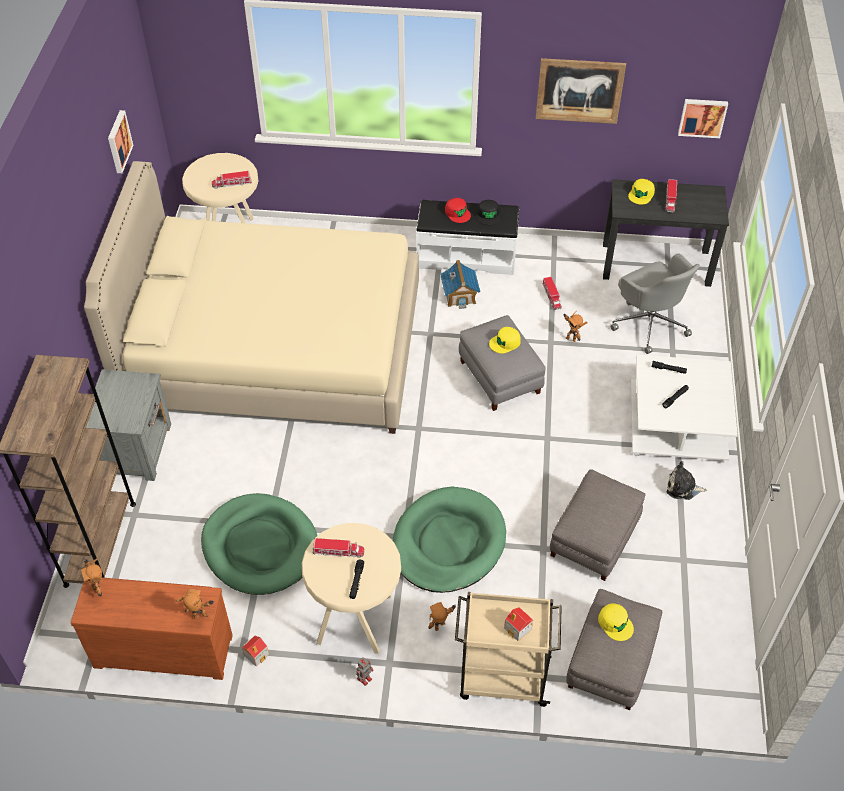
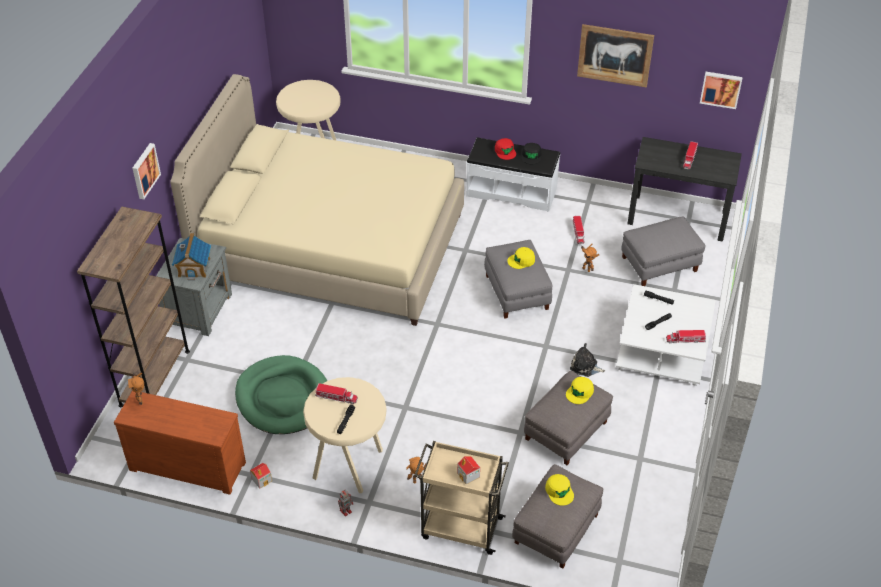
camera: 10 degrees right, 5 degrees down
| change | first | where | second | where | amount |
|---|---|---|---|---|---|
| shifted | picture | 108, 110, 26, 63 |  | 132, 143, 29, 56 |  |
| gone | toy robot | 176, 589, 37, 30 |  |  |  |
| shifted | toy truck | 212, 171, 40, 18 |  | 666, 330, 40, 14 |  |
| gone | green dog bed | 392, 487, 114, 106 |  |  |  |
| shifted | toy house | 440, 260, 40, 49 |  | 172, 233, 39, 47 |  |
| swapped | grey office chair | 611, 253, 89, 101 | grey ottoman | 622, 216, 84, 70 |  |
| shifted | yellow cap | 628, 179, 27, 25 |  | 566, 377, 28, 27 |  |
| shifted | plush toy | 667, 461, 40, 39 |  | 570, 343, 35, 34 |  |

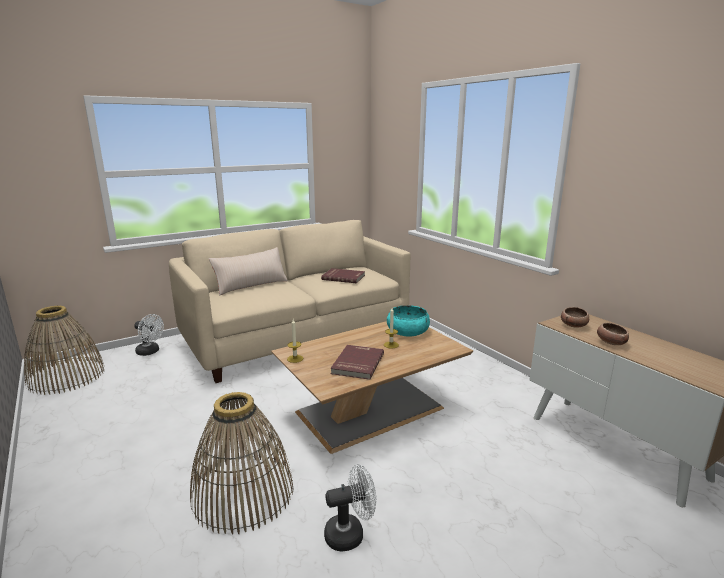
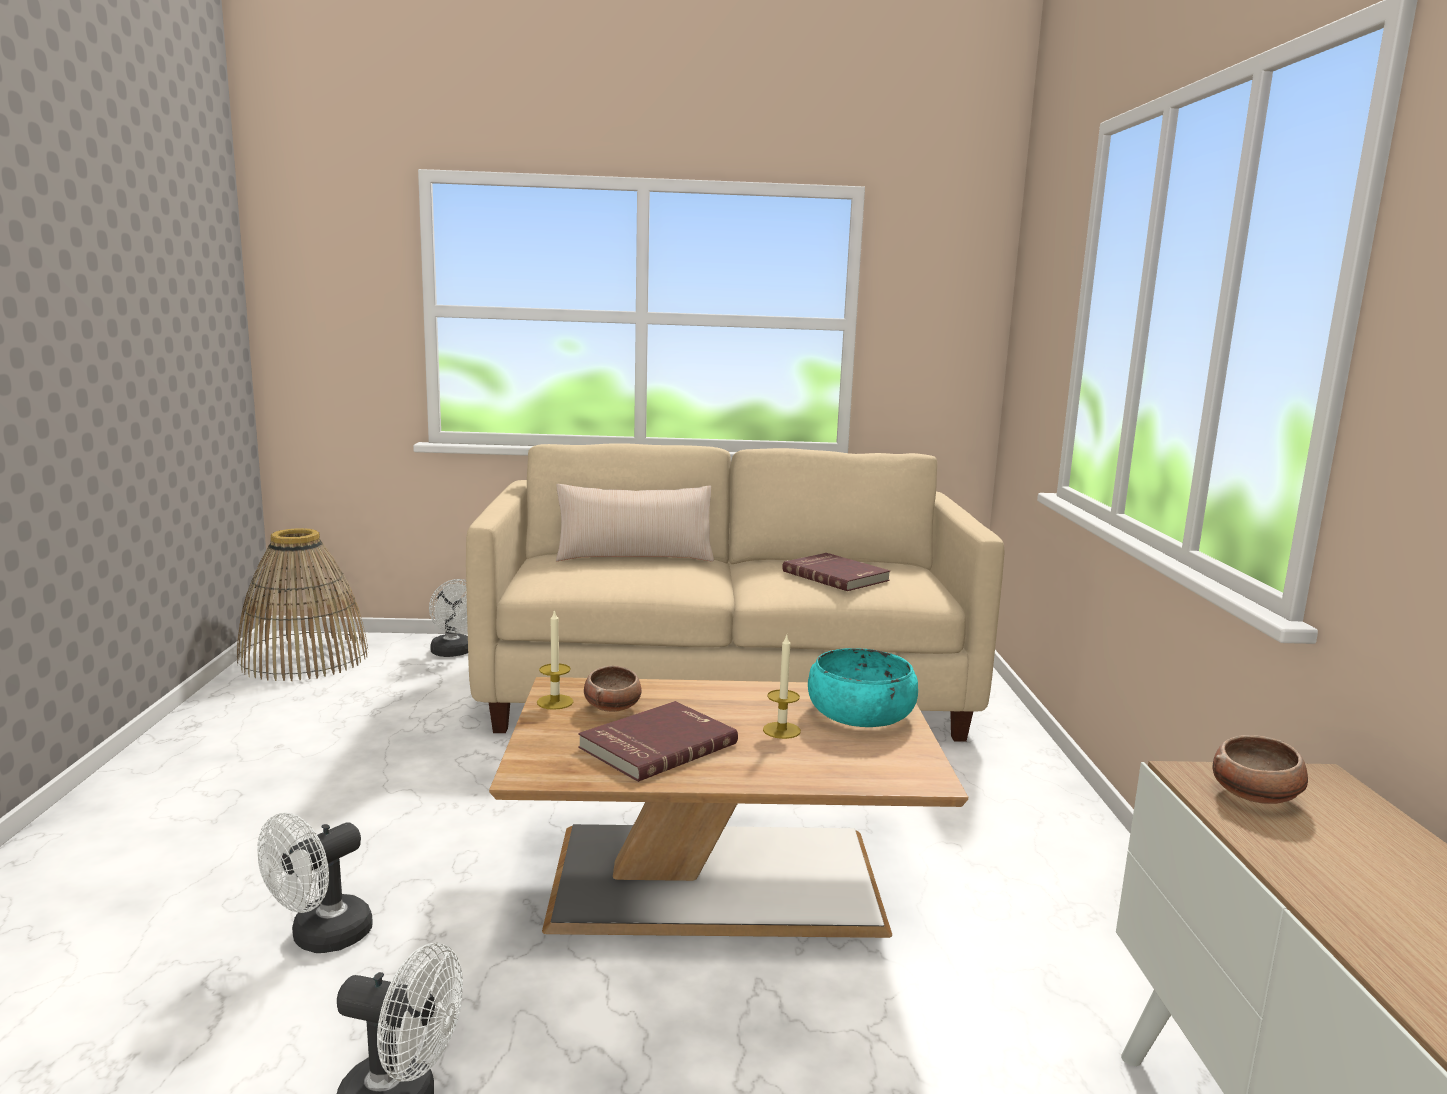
camera: 30 degrees right, 5 degrees down
| change | first | where | second | where | amount |
|---|---|---|---|---|---|
| swapped | basket | 190, 392, 104, 142 | white fan | 257, 813, 116, 140 |  |
| shifted | bowl | 597, 323, 32, 22 |  | 584, 666, 58, 46 |  |

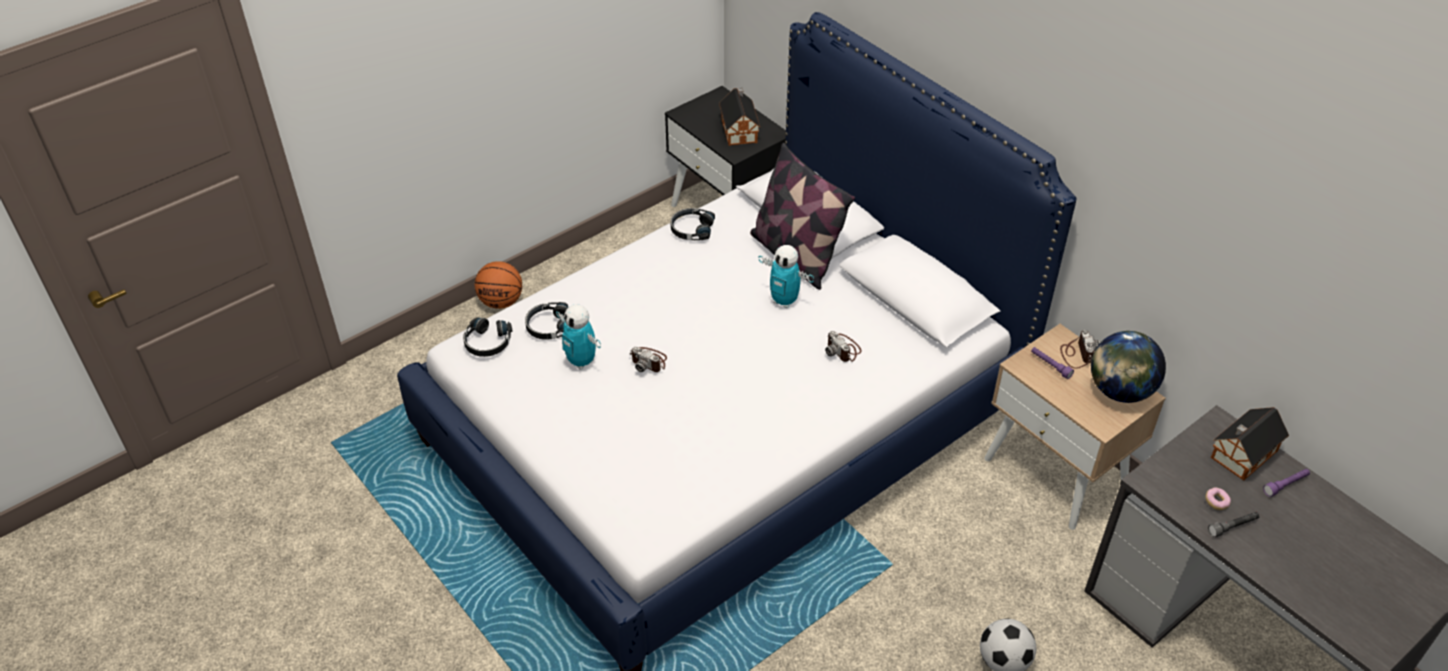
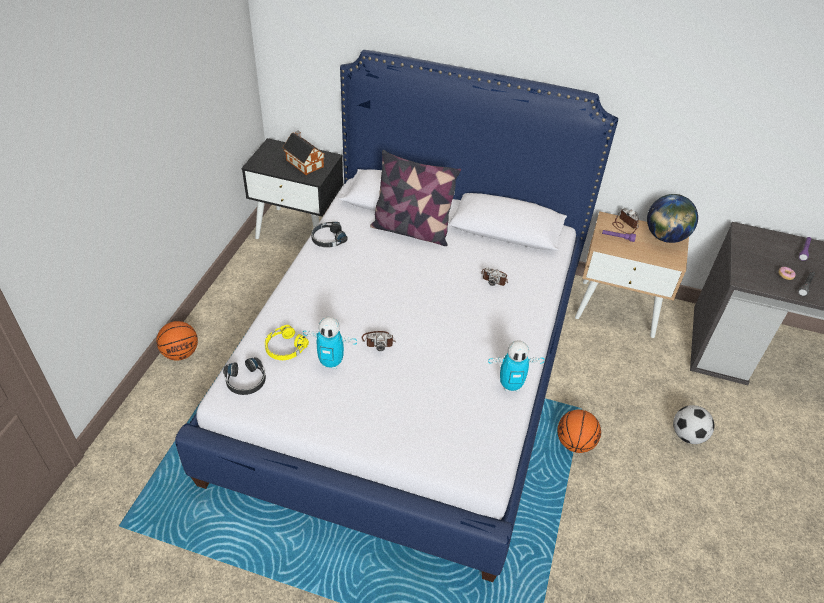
camera: 35 degrees left, 0 degrees up
| change | first | where | second | where | amount |
|---|---|---|---|---|---|
| repainted | black headphones | 525, 302, 43, 38 | yellow headphones | 265, 325, 44, 35 |  |
| shifted | toy robot | 759, 245, 55, 63 |  | 488, 340, 56, 51 |  |
| gone | toy house | 1211, 407, 78, 74 |  |  |  |
| new |  |  | basketball | 557, 410, 44, 43 |  |

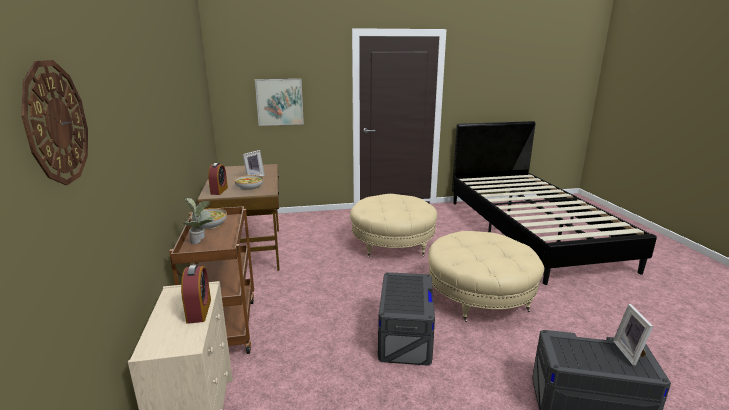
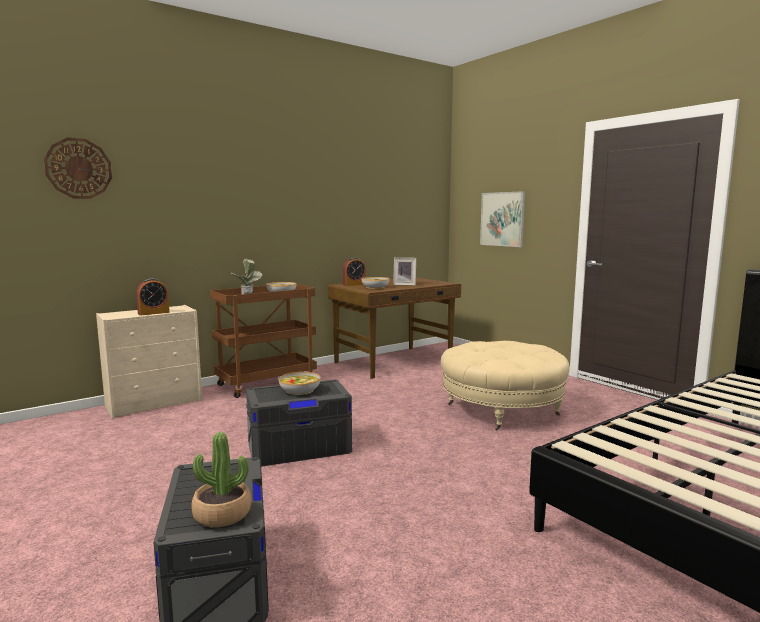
camera: 65 degrees right, 10 degrees down
| change | first | where | second | where | amount |
|---|---|---|---|---|---|
| gone | beige ottoman | 429, 231, 115, 91 |  |  |  |
| swapped | picture frame | 613, 304, 40, 62 | potted plant | 191, 432, 60, 95 |  |
| new |  |  | bowl | 279, 372, 42, 23 |  |

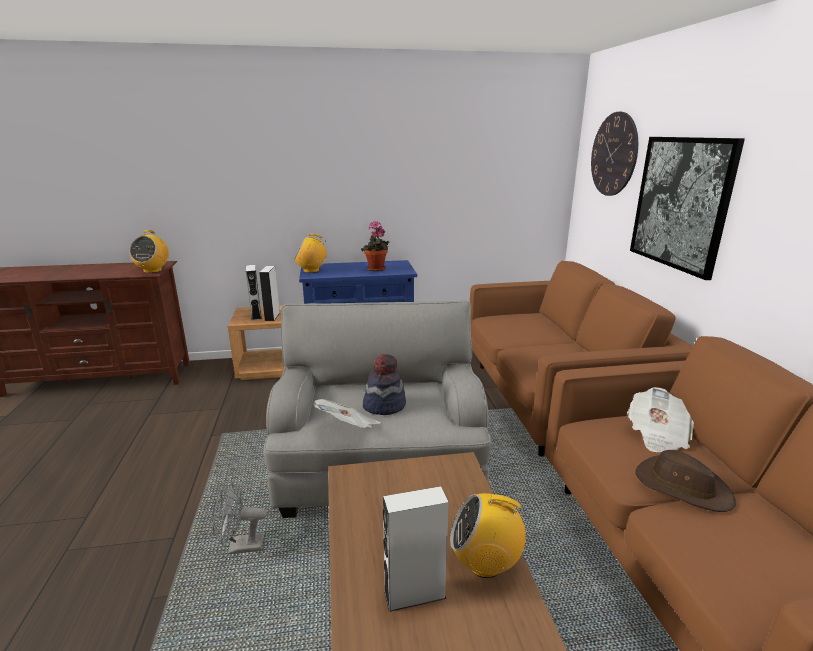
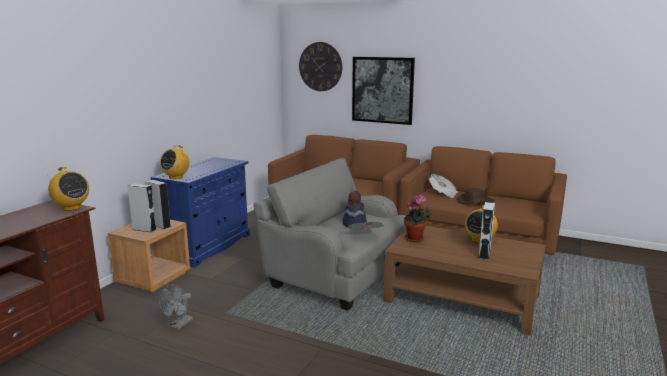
camera: 55 degrees left, 5 degrees down
| change | first | where | second | where | amount |
|---|---|---|---|---|---|
| shifted | grey fan | 211, 483, 56, 71 |  | 159, 284, 34, 46 |  |
| shifted | potted plant | 361, 221, 28, 50 |  | 404, 194, 27, 48 |  |

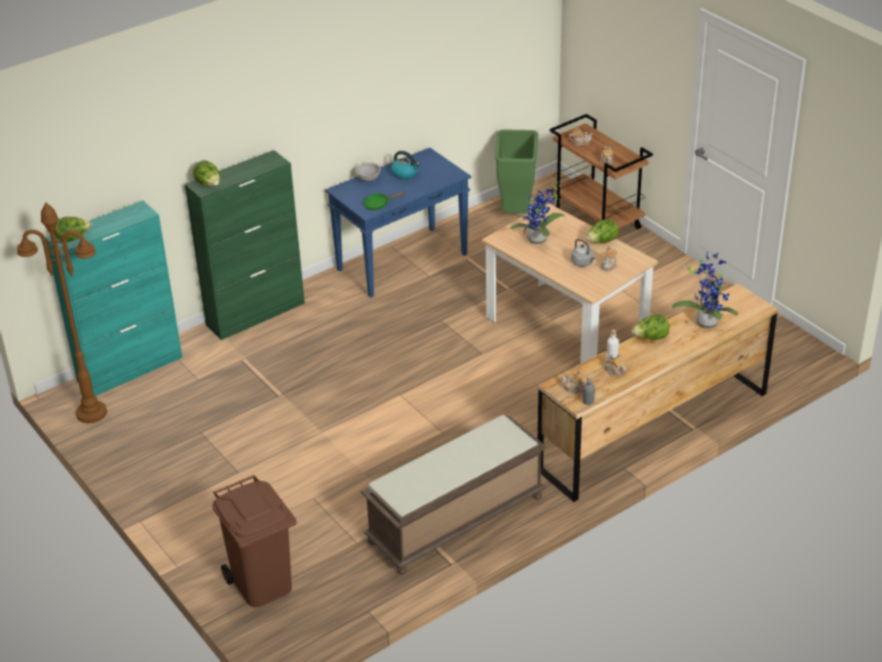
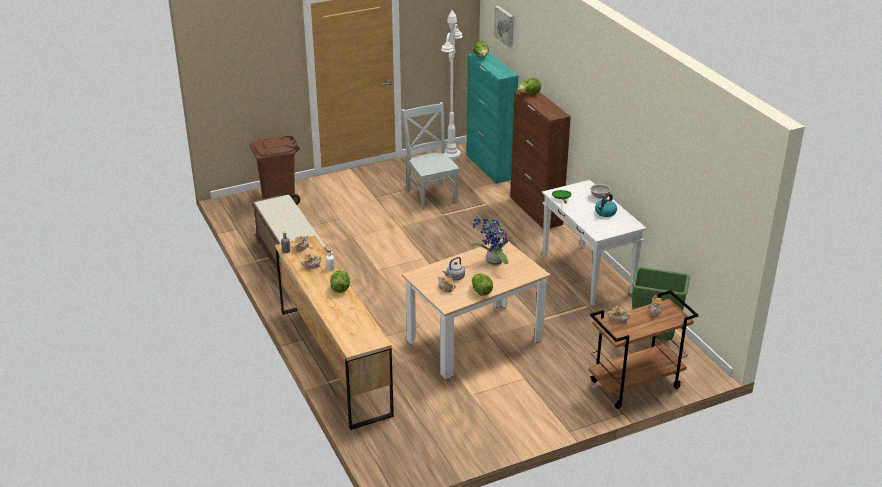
camera: 100 degrees right, 5 degrees down
| change | first | where | second | where | amount |
|---|---|---|---|---|---|
| repainted | brown floor lamp | 17, 203, 90, 220 | white floor lamp | 441, 10, 22, 150 |  |
| repainted | green cabinet | 185, 150, 120, 190 | brown cabinet | 510, 91, 61, 138 |  |
| repainted | blue console table | 325, 148, 146, 150 | white console table | 542, 180, 104, 126 |  |
| gone | potted plant | 672, 252, 66, 77 |  |  |  |
| new |  |  | grey chair | 401, 102, 59, 108 |  |
| new |  |  | picture | 494, 6, 20, 42 |  |

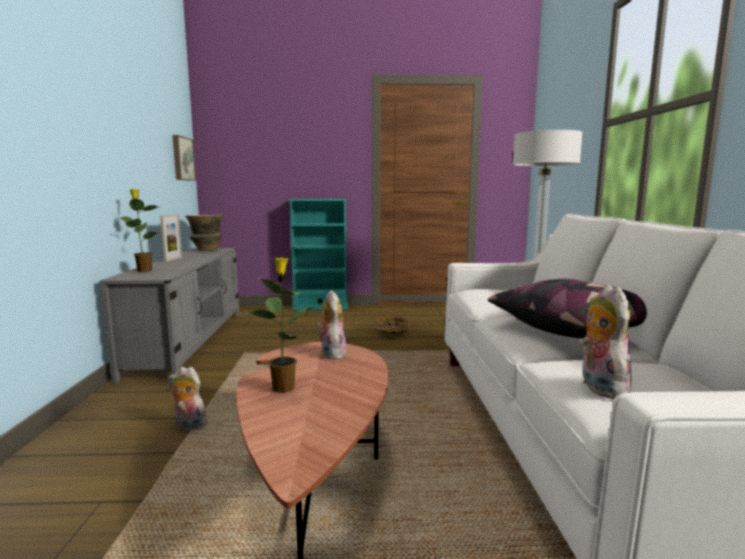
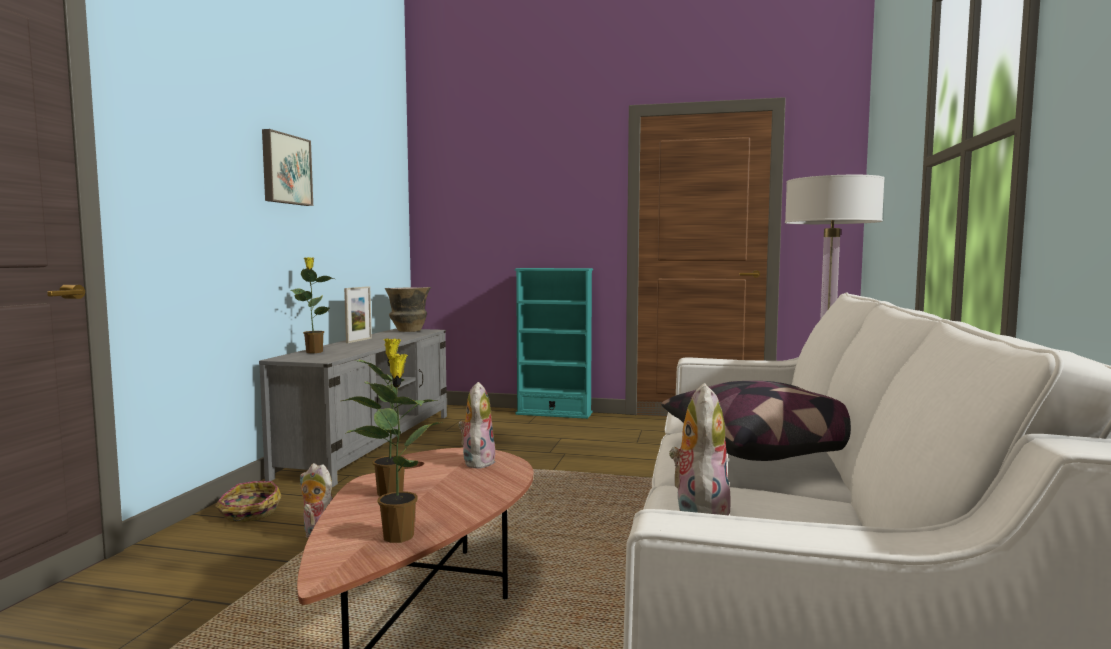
camera: 15 degrees right, 5 degrees down
| change | first | where | second | where | amount |
|---|---|---|---|---|---|
| shifted | picture | 172, 135, 24, 46 |  | 262, 129, 51, 77 |  |
| shifted | basket | 376, 316, 33, 21 |  | 215, 481, 67, 41 |  |
| new |  |  | potted plant | 347, 354, 96, 189 |  |

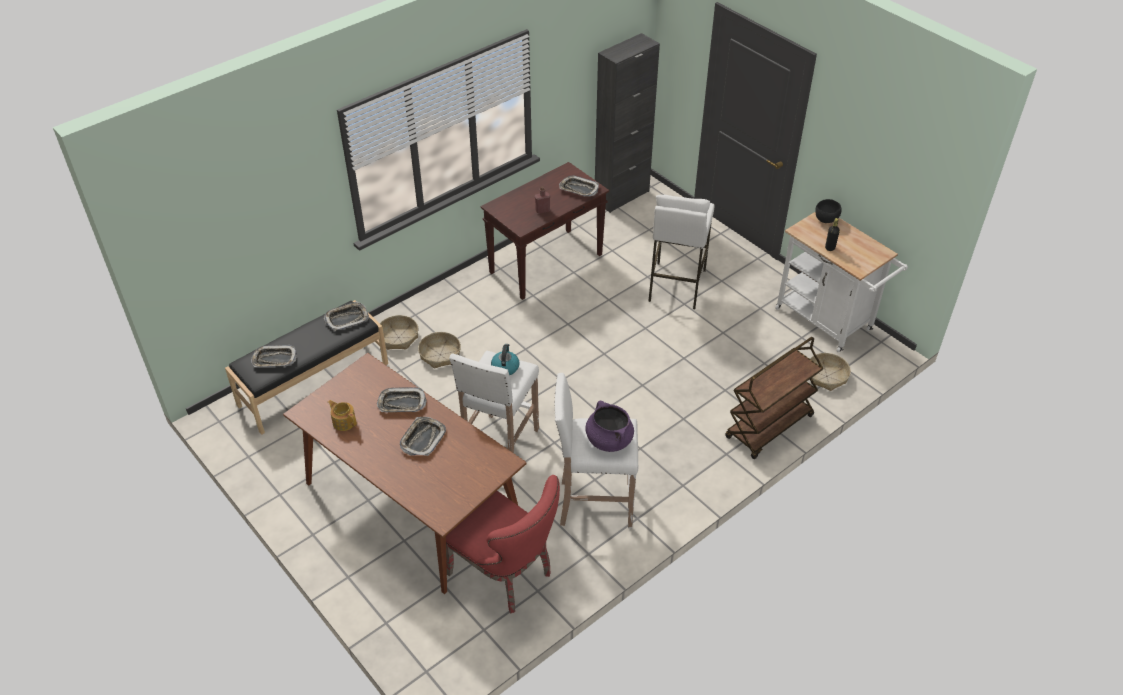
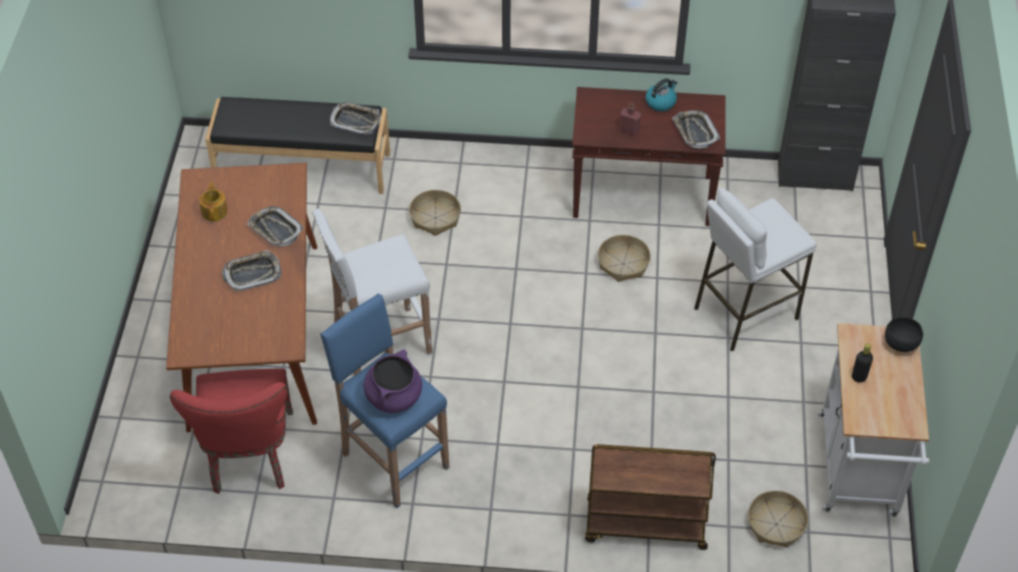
camera: 45 degrees right, 5 degrees up
| change | first | where | second | where | amount |
|---|---|---|---|---|---|
| gone | tray | 251, 345, 46, 22 |  |  |  |
| shifted | basket | 380, 315, 38, 35 |  | 598, 235, 53, 47 |  |
| shifted | kettle | 491, 344, 28, 31 |  | 645, 78, 32, 33 |  |
| repainted | white stool | 554, 373, 84, 156 | blue stool | 320, 294, 130, 214 |  |

